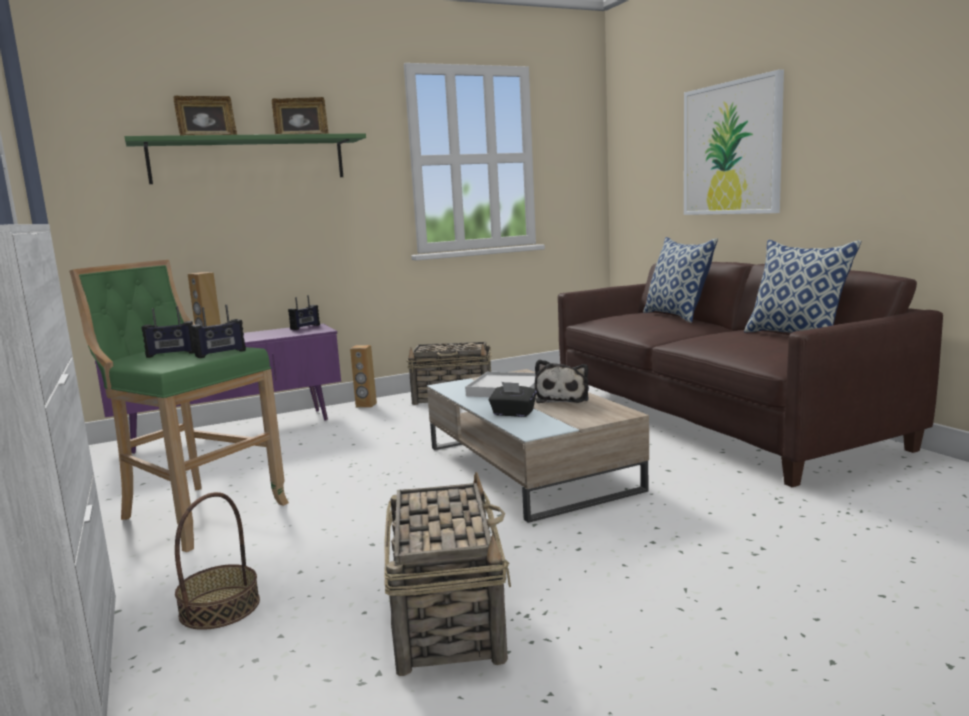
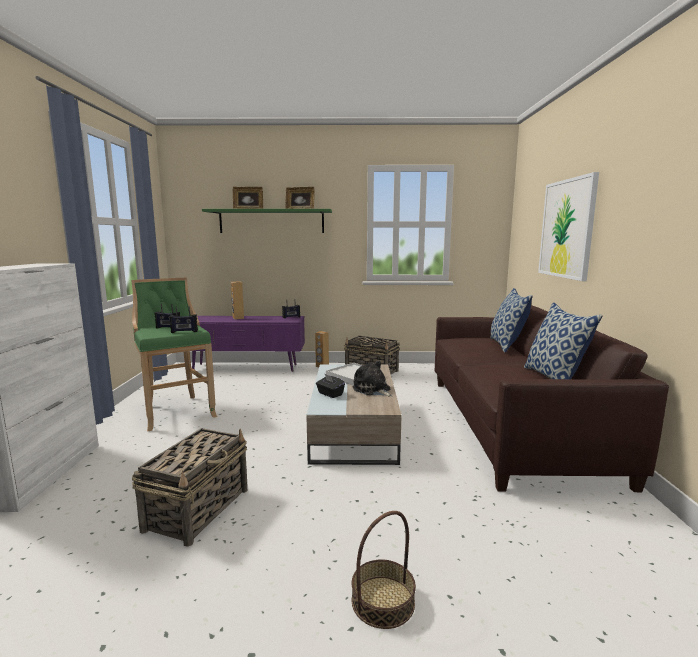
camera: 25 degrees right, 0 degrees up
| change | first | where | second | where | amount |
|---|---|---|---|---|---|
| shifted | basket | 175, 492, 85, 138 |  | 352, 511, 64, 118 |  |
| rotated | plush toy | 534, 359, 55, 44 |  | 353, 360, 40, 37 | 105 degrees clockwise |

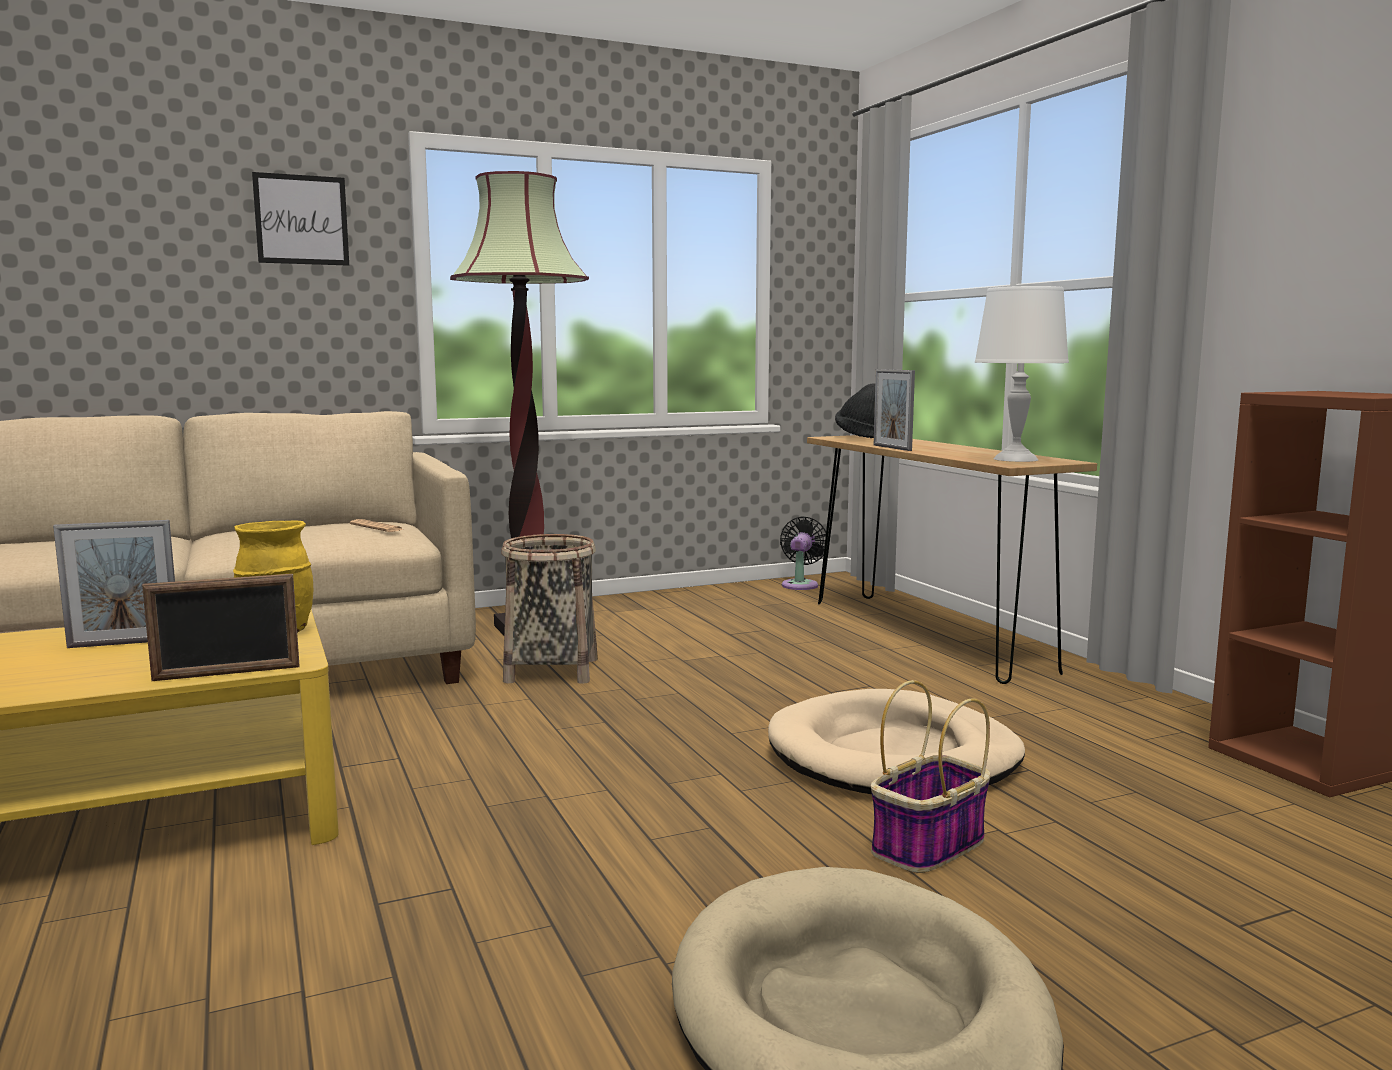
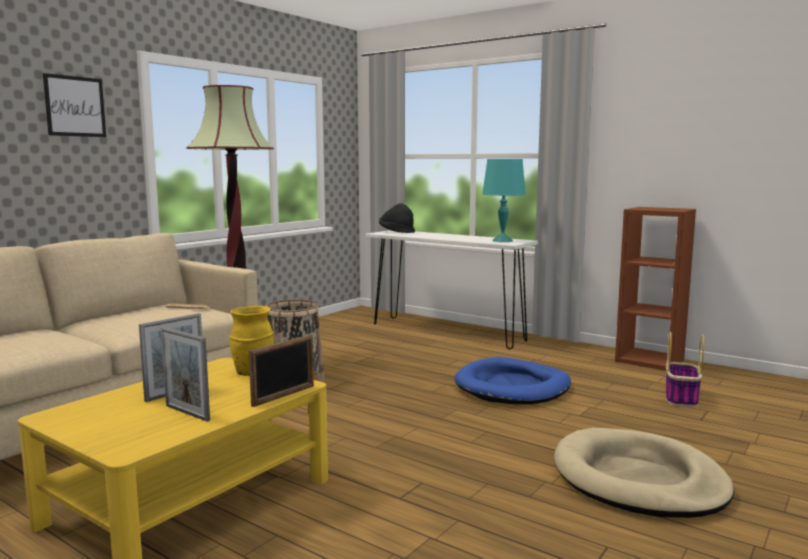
camera: 30 degrees left, 0 degrees up
| change | first | where | second | where | amount |
|---|---|---|---|---|---|
| repainted | beige dog bed | 768, 689, 257, 105 | blue dog bed | 455, 357, 116, 47 |  |
| gone | black fan | 780, 516, 46, 74 |  |  |  |
| repainted | brown console table | 807, 435, 290, 249 | white console table | 366, 230, 172, 119 |  |
| shifted | basket | 871, 680, 120, 193 |  | 666, 332, 38, 75 |  |
| shifted | picture frame | 874, 369, 41, 82 |  | 161, 327, 49, 94 |  |
| repainted | white table lamp | 975, 286, 94, 176 | turquoise table lamp | 482, 159, 44, 83 |  |

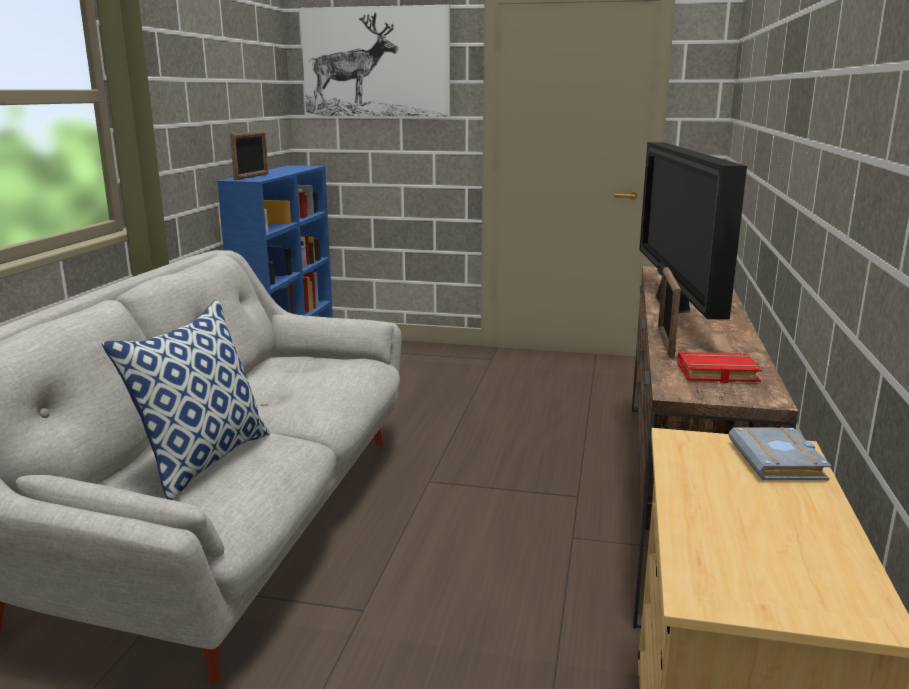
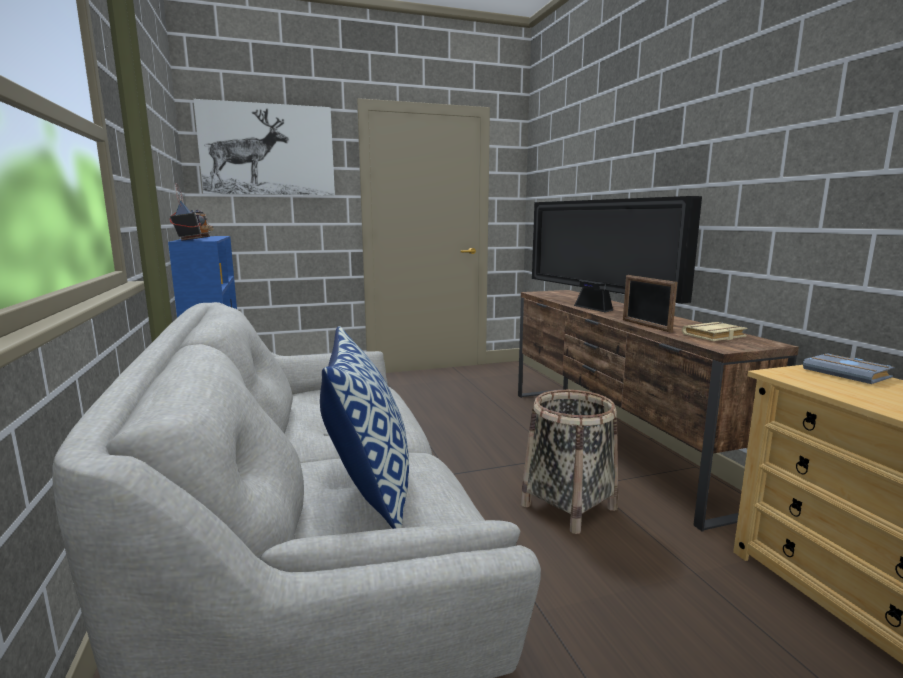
camera: 30 degrees left, 5 degrees down
| change | first | where | second | where | amount |
|---|---|---|---|---|---|
| swapped | picture frame | 230, 131, 38, 49 | radio | 170, 184, 44, 57 |  |
| repainted | red book | 677, 352, 85, 31 | beige book | 682, 322, 66, 19 |  |
| new |  |  | basket | 521, 390, 97, 144 |  |

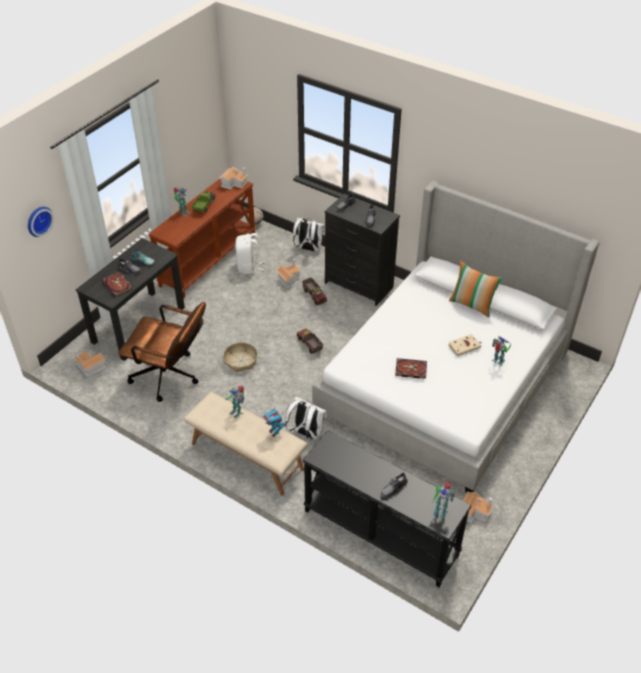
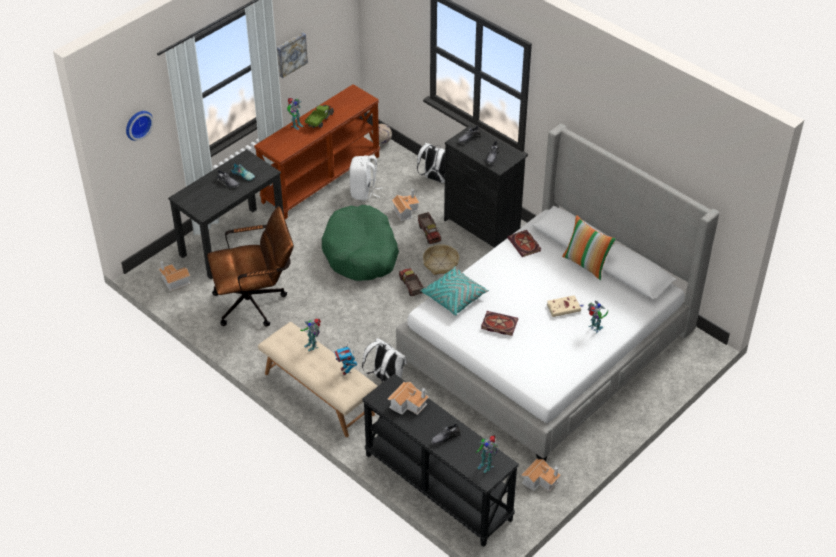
camera: 10 degrees right, 0 degrees up
| change | first | where | second | where | amount |
|---|---|---|---|---|---|
| shifted | book | 101, 272, 31, 25 |  | 507, 230, 34, 27 |  |
| rotated | brown office chair | 118, 302, 88, 100 |  | 207, 206, 87, 121 | 45 degrees counterclockwise |
| shifted | toy house | 219, 166, 29, 23 |  | 388, 382, 41, 33 |  |
| shifted | basket | 223, 342, 35, 30 |  | 423, 244, 36, 31 |  |
| new |  |  | picture | 277, 33, 31, 45 |  |
| new |  |  | green dog bed | 322, 205, 77, 76 |  |
| new |  |  | turquoise pillow | 420, 266, 69, 50 |  |

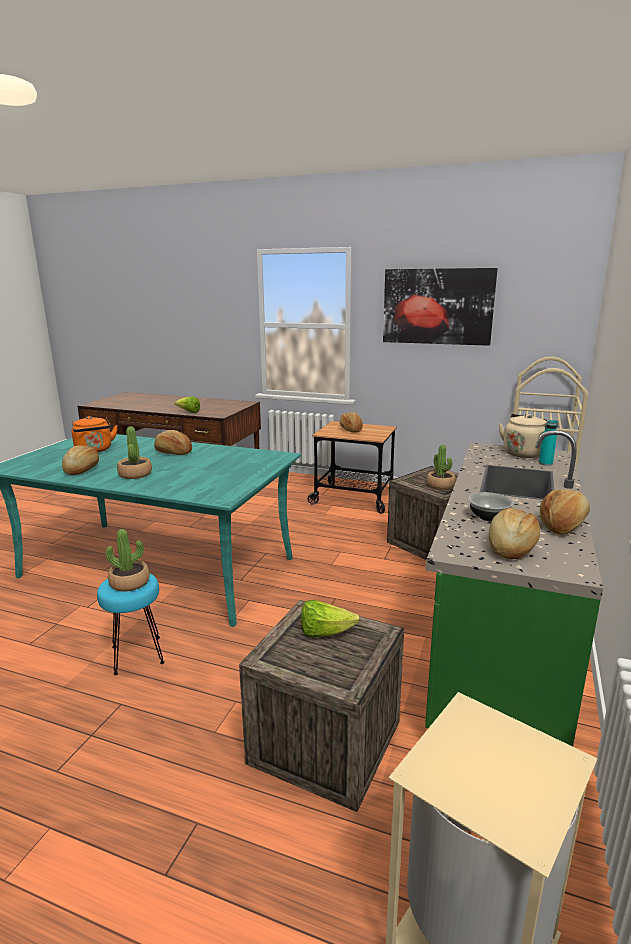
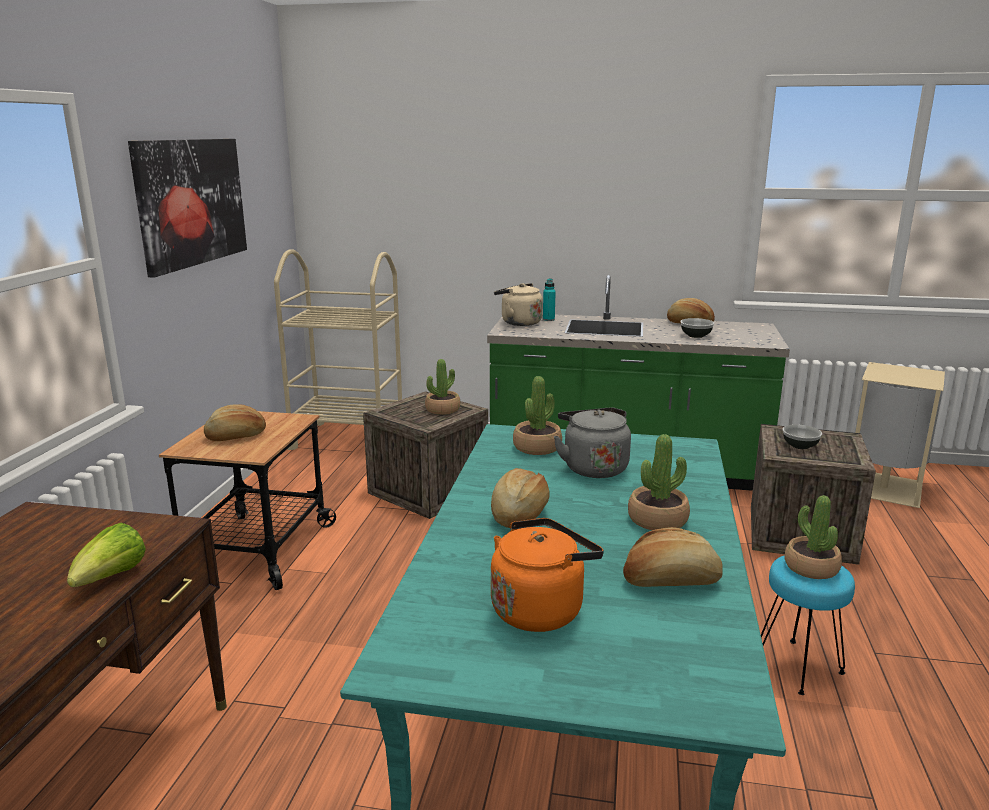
camera: 100 degrees left, 0 degrees up
| change | first | where | second | where | amount |
|---|---|---|---|---|---|
| swapped | lettuce | 301, 600, 60, 38 | bowl | 783, 424, 39, 25 |  |
| gone | bread | 489, 508, 51, 51 |  |  |  |
| new |  |  | potted plant | 513, 376, 49, 79 |  |
| new |  |  | grey kettle | 553, 408, 78, 70 |  |

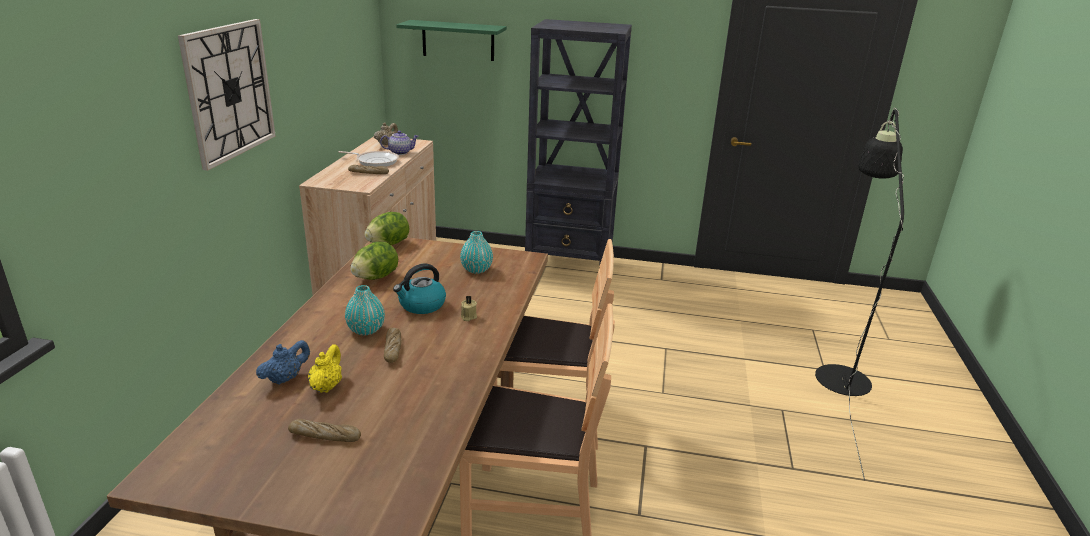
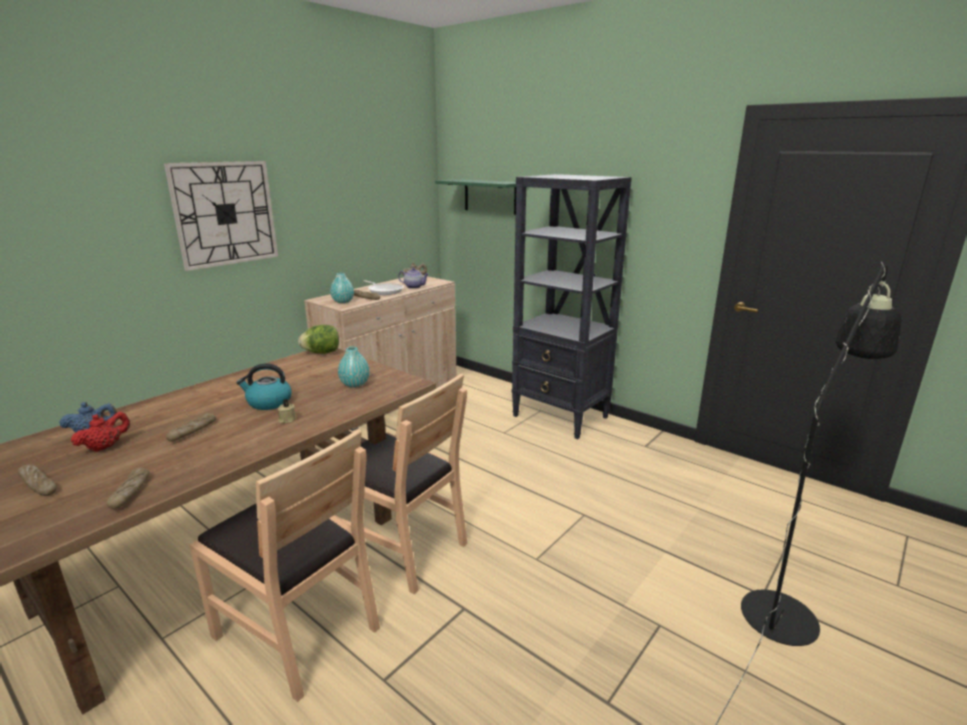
camera: 30 degrees right, 5 degrees down
| change | first | where | second | where | amount |
|---|---|---|---|---|---|
| repainted | yellow teapot | 308, 344, 34, 49 | red teapot | 71, 412, 59, 40 |  |
| shifted | turquoise vase | 345, 285, 40, 50 |  | 330, 273, 24, 30 |  |
| gone | lettuce | 350, 242, 48, 38 |  |  |  |
| new |  |  | bread | 107, 468, 43, 41 |  |

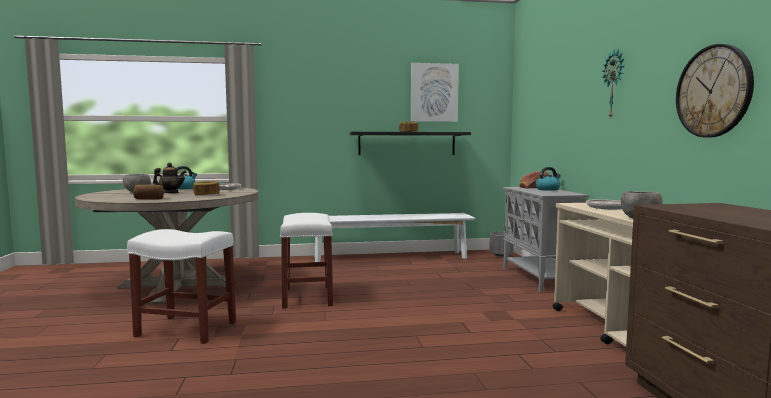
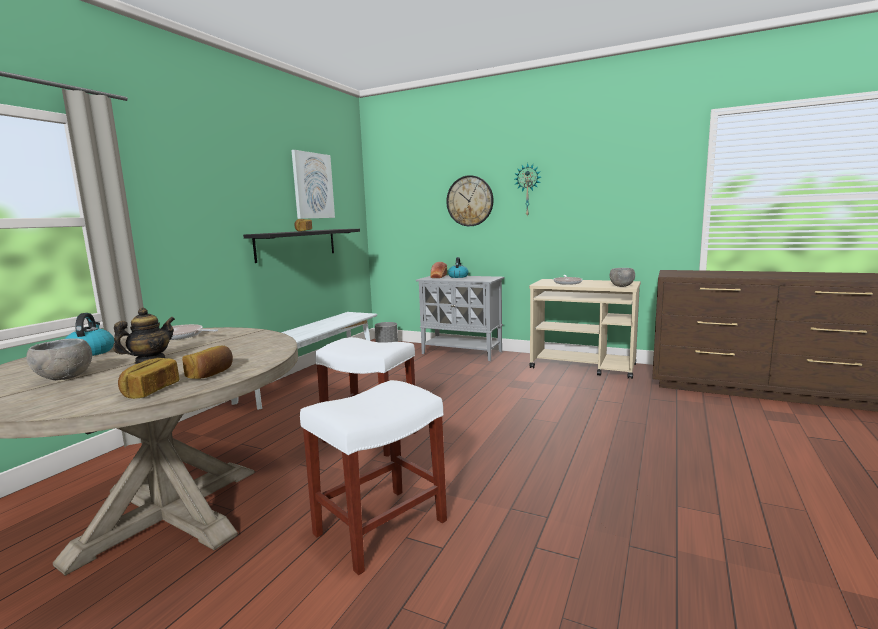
camera: 55 degrees left, 5 degrees up
| change | first | where | second | where | amount |
|---|---|---|---|---|---|
| shifted | bread | 193, 181, 27, 14 |  | 118, 358, 61, 41 |  |
| shifted | wall clock | 676, 44, 78, 94 |  | 446, 175, 47, 51 |  |

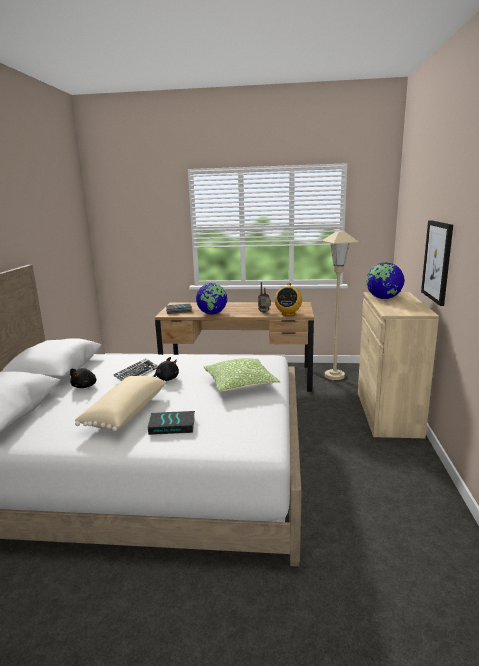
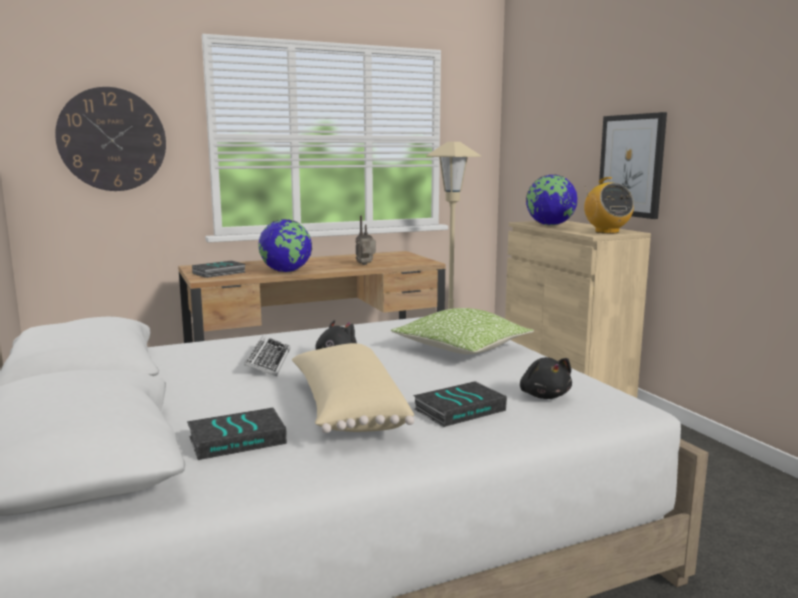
camera: 30 degrees left, 5 degrees down
| change | first | where | second | where | amount |
|---|---|---|---|---|---|
| shifted | black plush toy | 70, 368, 26, 20 |  | 520, 357, 52, 42 |  |
| shifted | radio | 275, 283, 27, 33 |  | 584, 177, 50, 57 |  |
| new |  |  | wall clock | 55, 87, 111, 104 |  |
| new |  |  | book | 187, 408, 100, 52 |  |

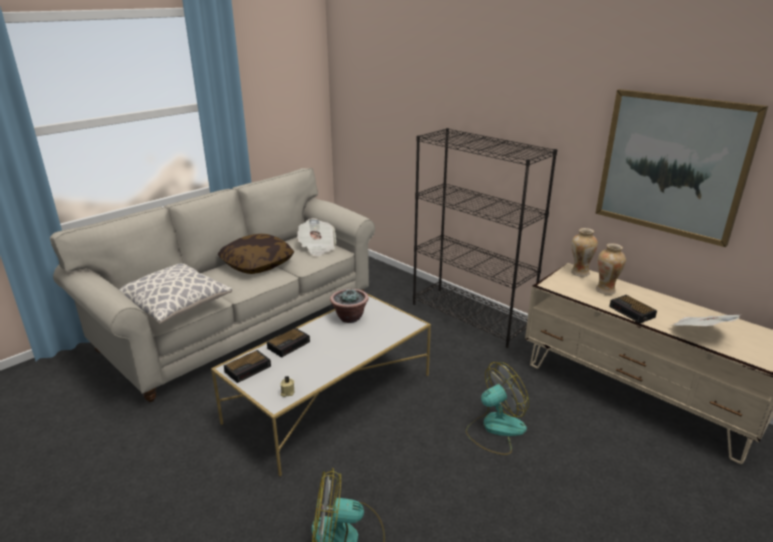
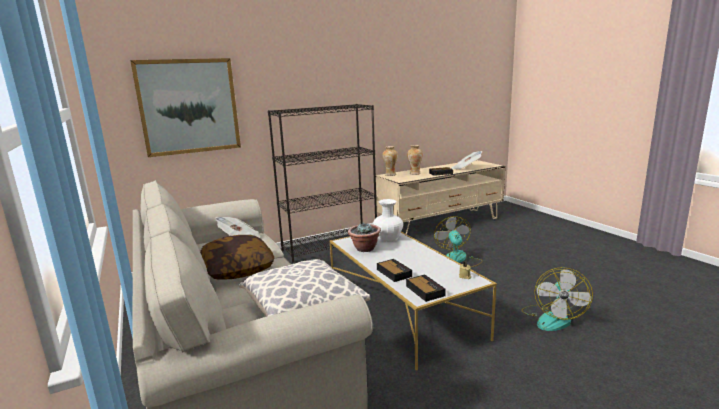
camera: 70 degrees left, 10 degrees down
| change | first | where | second | where | amount |
|---|---|---|---|---|---|
| shifted | picture | 595, 89, 173, 158 |  | 130, 58, 111, 99 |  |
| new |  |  | white vase | 373, 199, 30, 43 |  |

